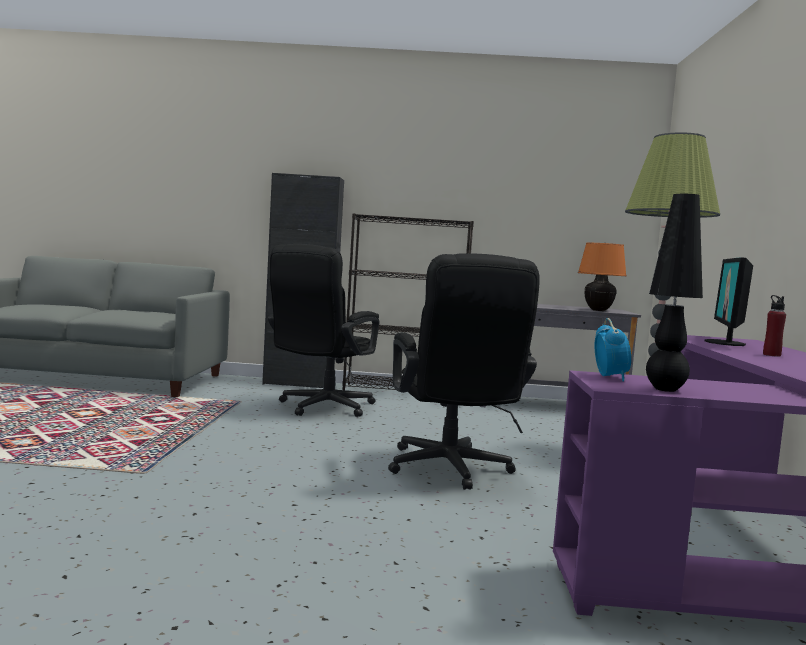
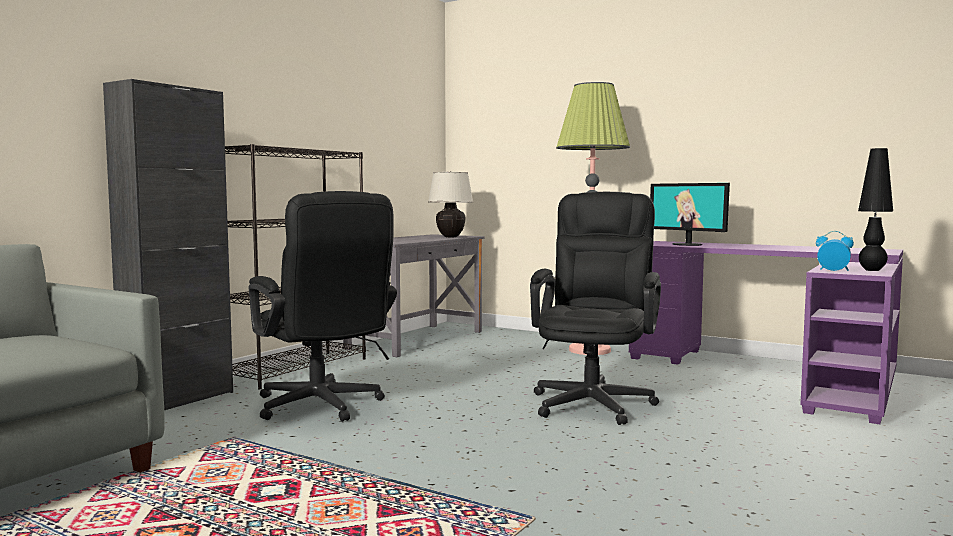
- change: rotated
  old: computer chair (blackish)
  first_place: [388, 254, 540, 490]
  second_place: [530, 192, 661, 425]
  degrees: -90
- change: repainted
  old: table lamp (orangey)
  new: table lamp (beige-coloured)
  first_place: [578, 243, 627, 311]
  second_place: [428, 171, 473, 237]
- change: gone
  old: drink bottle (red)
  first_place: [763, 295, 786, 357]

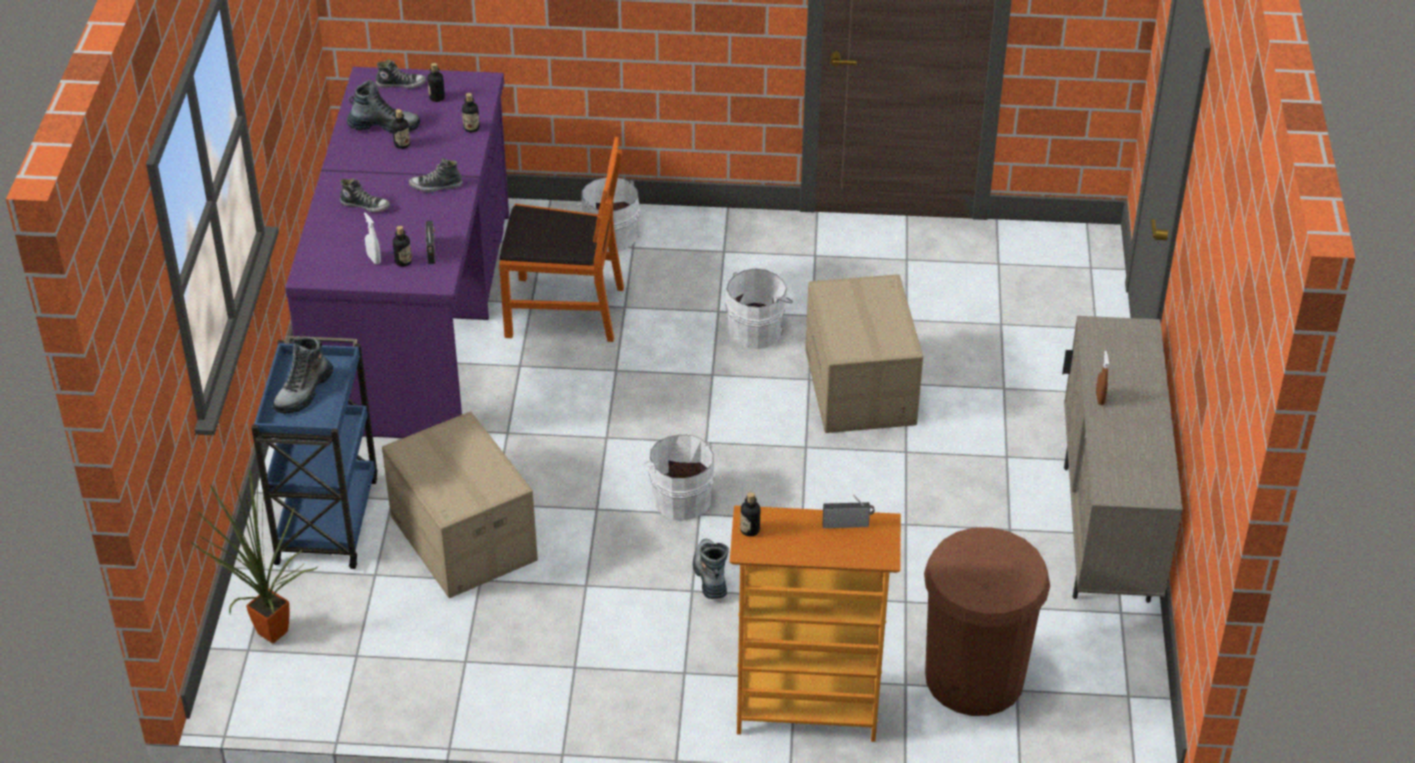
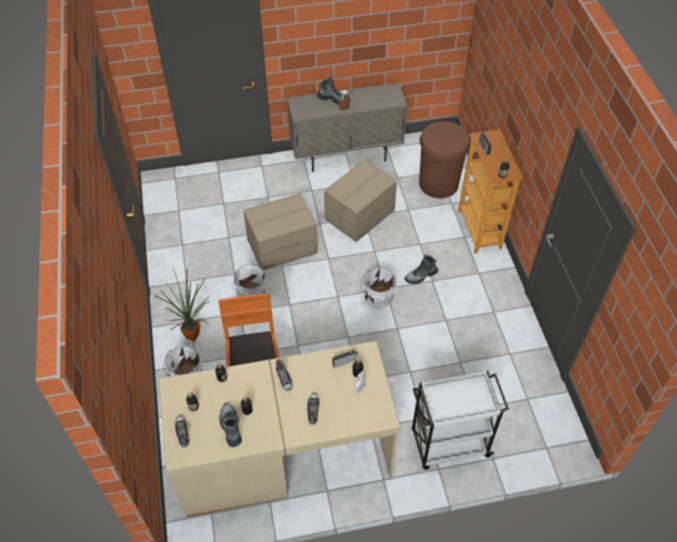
- change: shifted
  old: potted plant
  first_place: [190, 468, 317, 644]
  second_place: [154, 265, 210, 341]
- change: repainted
  old: wheeled cart (bluish)
  new: wheeled cart (white)
  first_place: [251, 336, 377, 569]
  second_place: [412, 371, 509, 470]
- change: shifted
  old: tall boot
  first_place: [273, 337, 333, 413]
  second_place: [317, 77, 350, 105]
- change: repainted
  old: desk (purplish)
  new: desk (beige-coloured)
  first_place: [285, 67, 509, 438]
  second_place: [159, 341, 400, 517]
- change: shifted
  old: carton
  first_place: [382, 411, 538, 598]
  second_place: [324, 160, 397, 242]

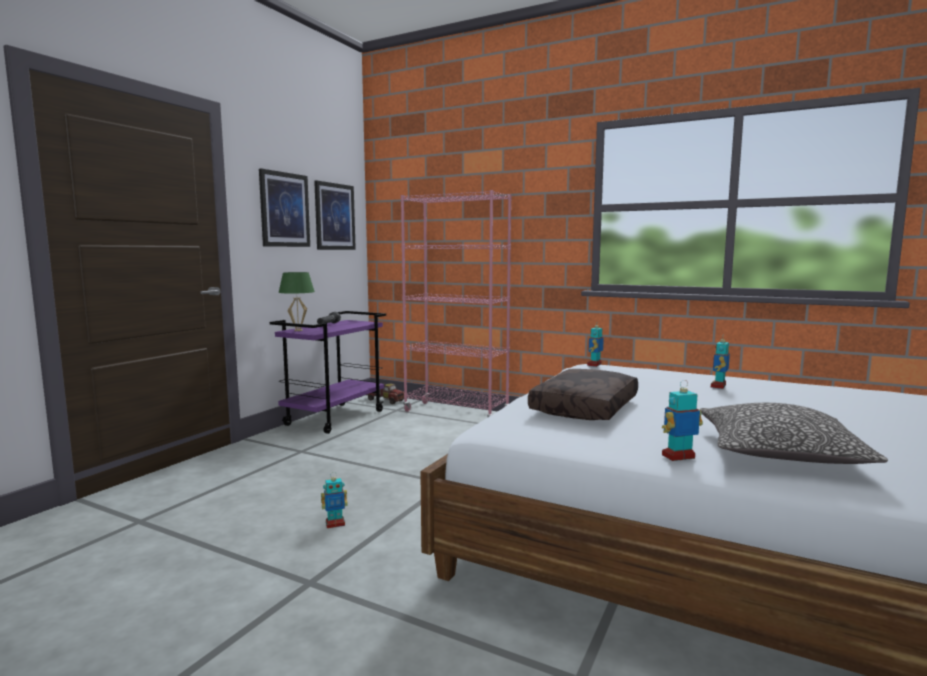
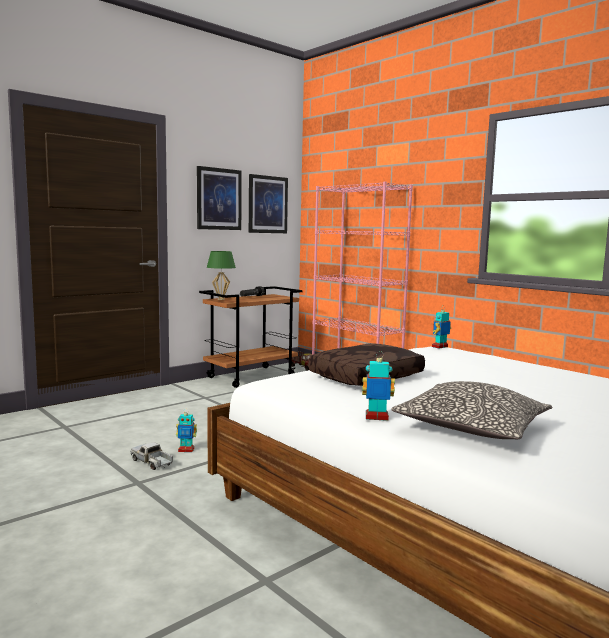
- change: repainted
  old: wheeled cart (purplish)
  new: wheeled cart (brownish)
  first_place: [270, 311, 386, 434]
  second_place: [199, 286, 303, 388]
- change: gone
  old: model robot
  first_place: [711, 334, 730, 389]
- change: new
  new: toy truck
  second_place: [130, 442, 173, 470]

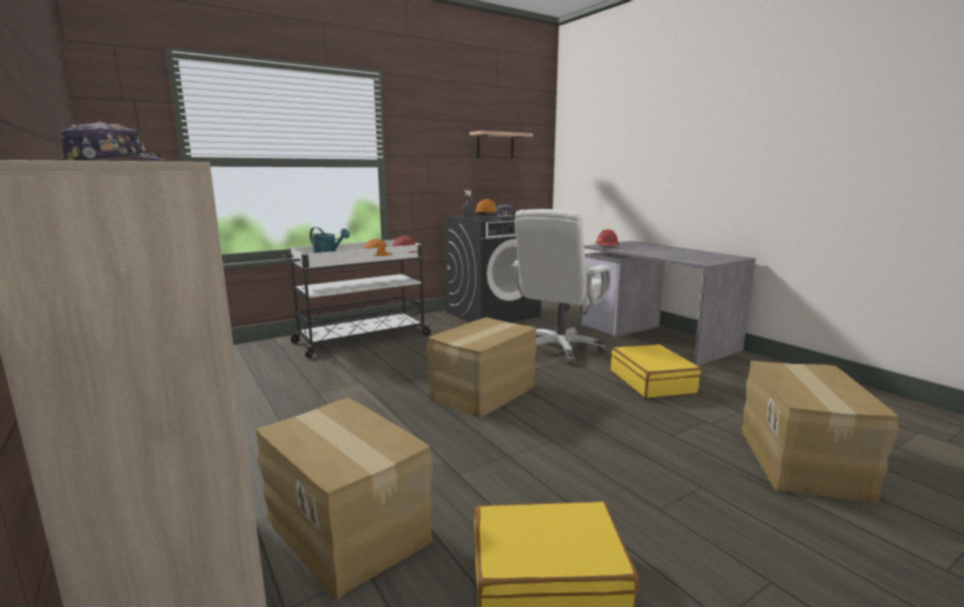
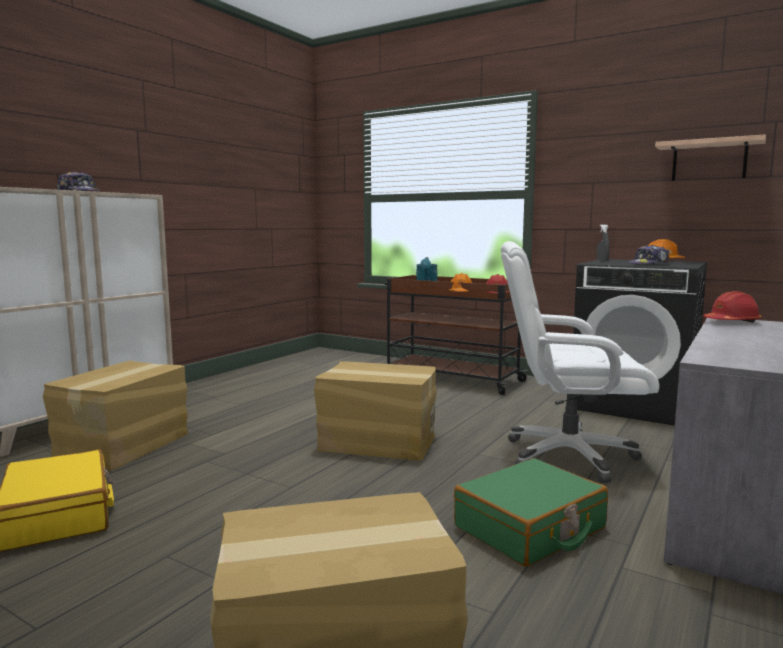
- change: repainted
  old: wheeled cart (white)
  new: wheeled cart (brownish)
  first_place: [282, 240, 432, 358]
  second_place: [385, 275, 529, 395]
- change: repainted
  old: suitcase (yellow)
  new: suitcase (greenish)
  first_place: [611, 344, 702, 398]
  second_place: [454, 458, 608, 567]

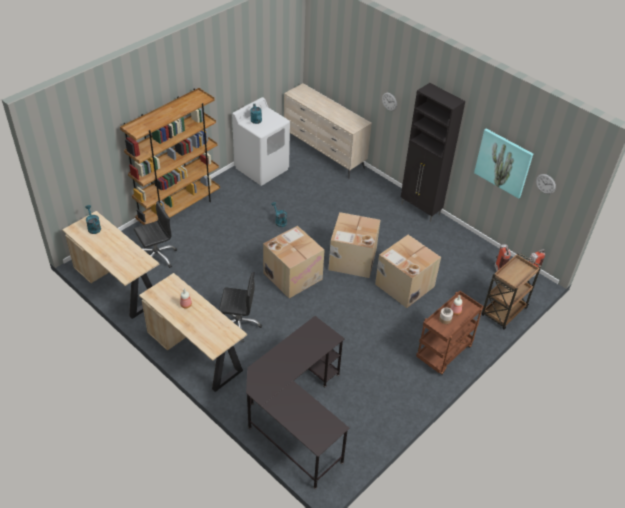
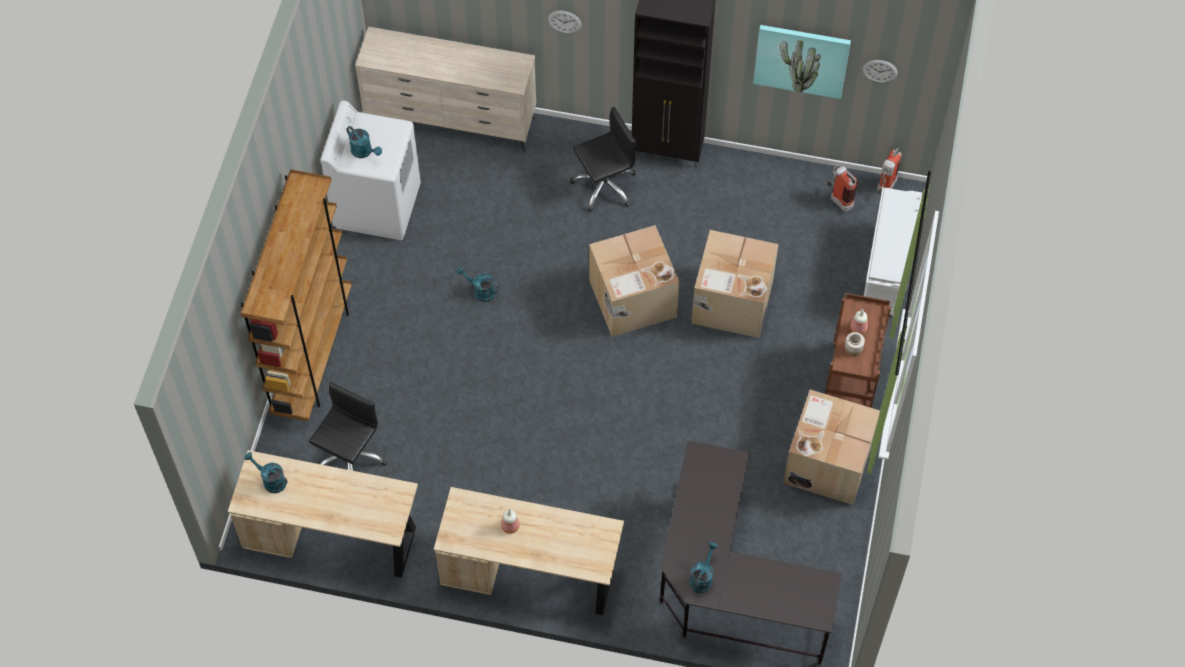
- change: shifted
  old: computer chair (blackish)
  first_place: [219, 272, 262, 343]
  second_place: [570, 107, 636, 212]
- change: shifted
  old: carton
  first_place: [263, 226, 325, 298]
  second_place: [783, 390, 880, 505]
- change: swapped
  old: wheeled cart (brownish)
  new: shoe rack (white)
  first_place: [482, 253, 541, 330]
  second_place: [864, 187, 922, 316]
- change: new
  new: watering pot (turquoise)
  second_place: [689, 542, 718, 593]

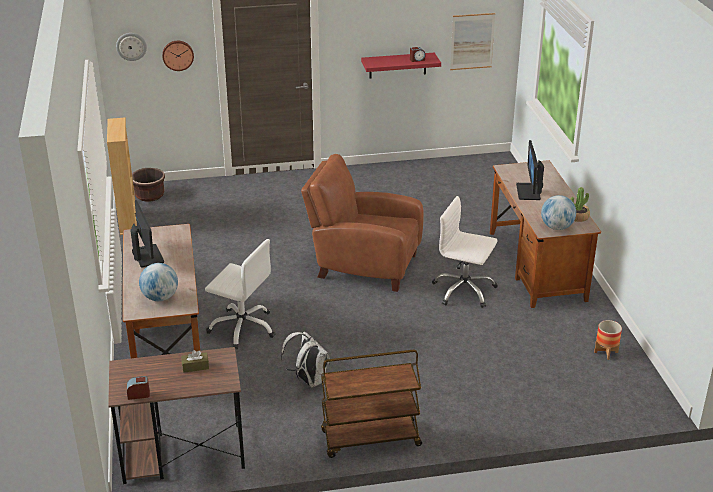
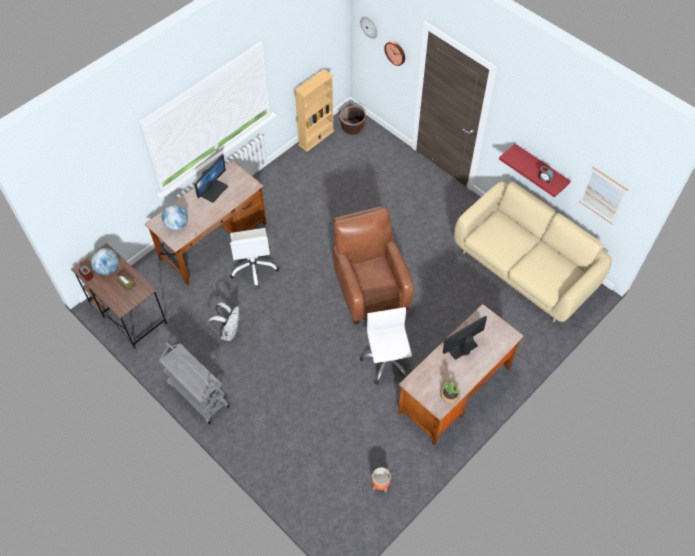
- change: repainted
  old: wheeled cart (brownish)
  new: wheeled cart (grey)
  first_place: [321, 350, 422, 458]
  second_place: [159, 342, 229, 424]
- change: shifted
  old: world globe
  first_place: [541, 195, 576, 230]
  second_place: [91, 248, 119, 275]
- change: new
  new: sofa (beige-coloured)
  second_place: [454, 181, 612, 322]

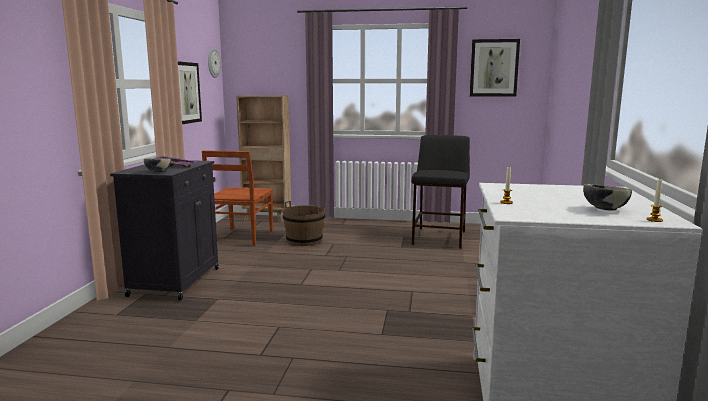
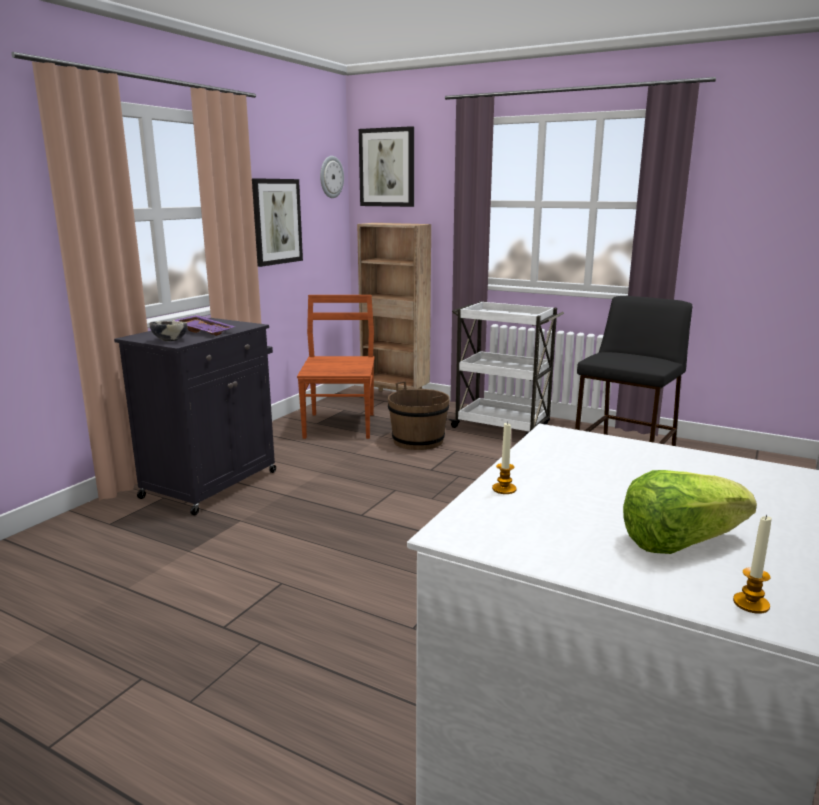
- change: rotated
  old: plain chair (brownish)
  first_place: [202, 150, 273, 246]
  second_place: [297, 295, 375, 439]
  degrees: 150
- change: shifted
  old: wall picture
  first_place: [470, 39, 520, 97]
  second_place: [359, 126, 414, 207]
- change: swapped
  old: deep dish
  new: lettuce
  first_place: [583, 184, 632, 210]
  second_place: [623, 470, 757, 554]
- change: new
  new: wheeled cart (white)
  second_place: [448, 301, 564, 436]

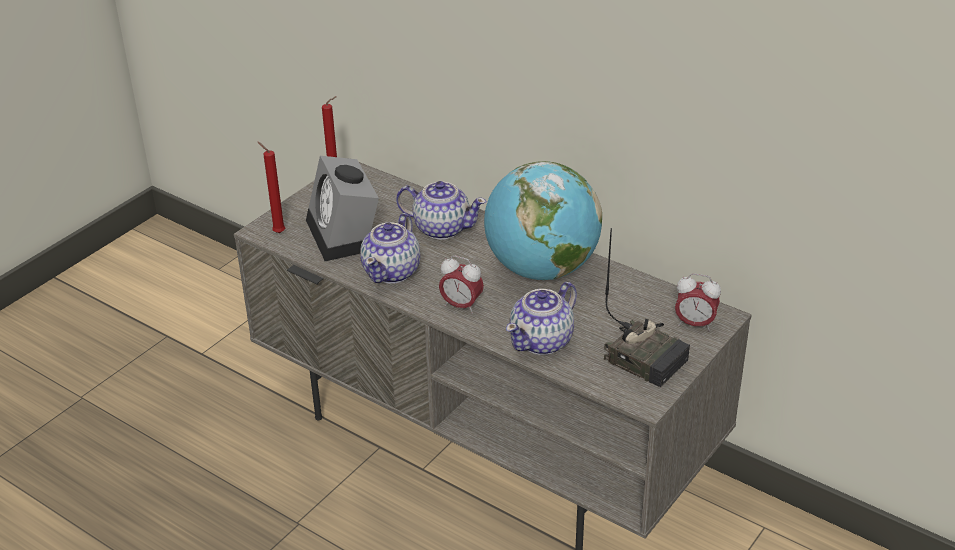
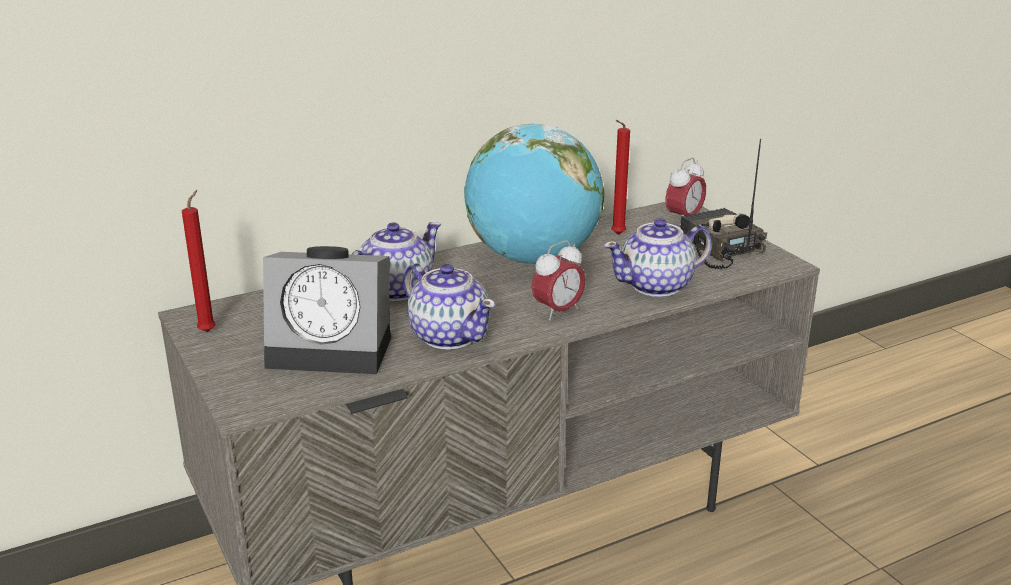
- change: shifted
  old: wax light (red)
  first_place: [258, 142, 285, 233]
  second_place: [611, 120, 630, 235]
- change: rotated
  old: tea pot
  first_place: [506, 282, 577, 355]
  second_place: [604, 218, 712, 297]
  degrees: 90
- change: rotated
  old: radio receiver
  first_place: [604, 228, 690, 387]
  second_place: [680, 139, 767, 269]
  degrees: -90

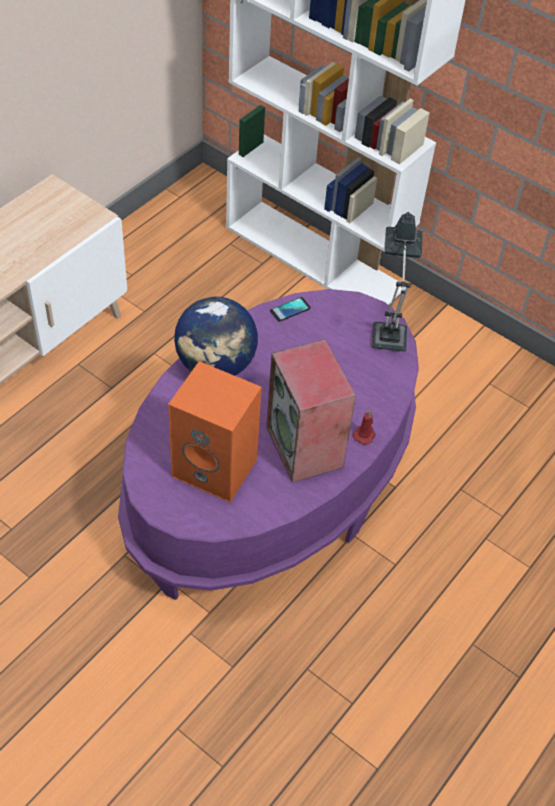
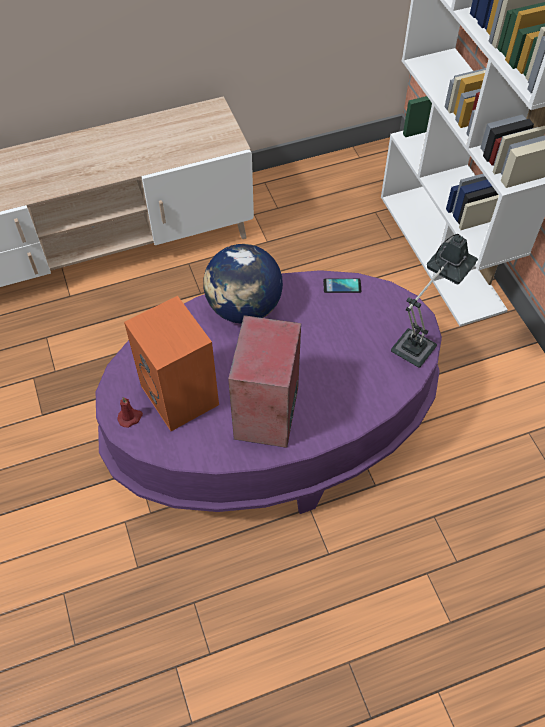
- change: shifted
  old: wax light (red)
  first_place: [353, 410, 376, 445]
  second_place: [117, 397, 143, 428]

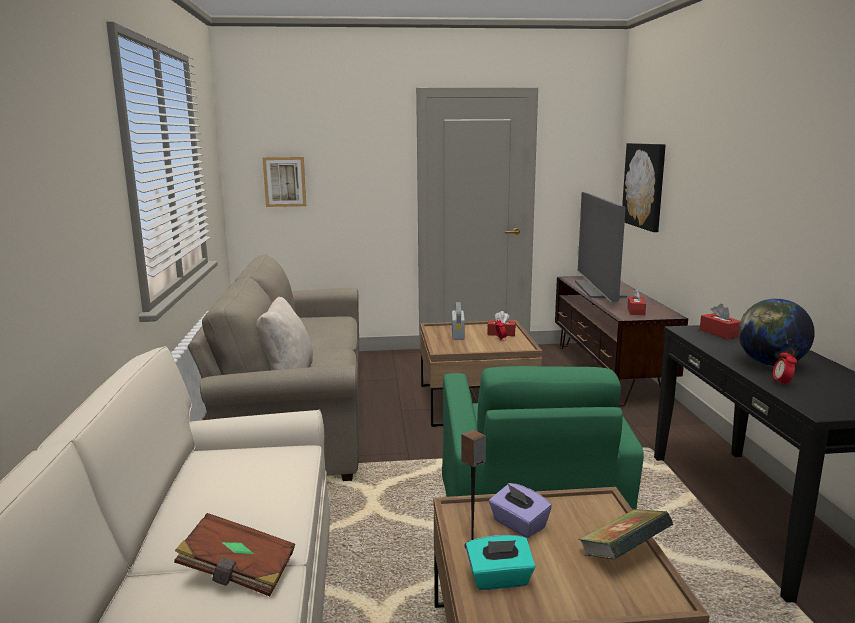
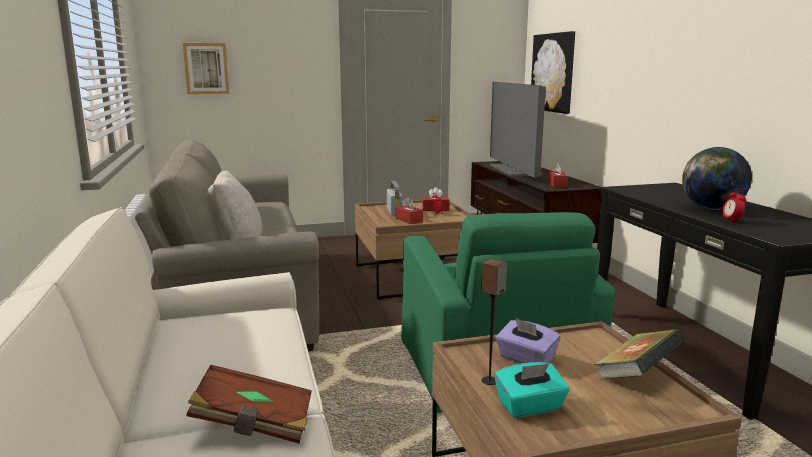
- change: shifted
  old: tissue box (red)
  first_place: [700, 304, 740, 339]
  second_place: [395, 197, 423, 224]

